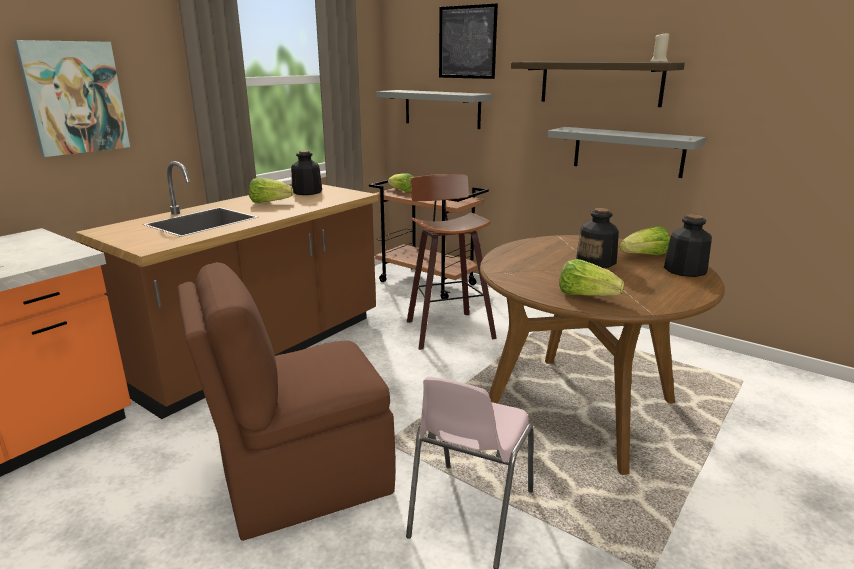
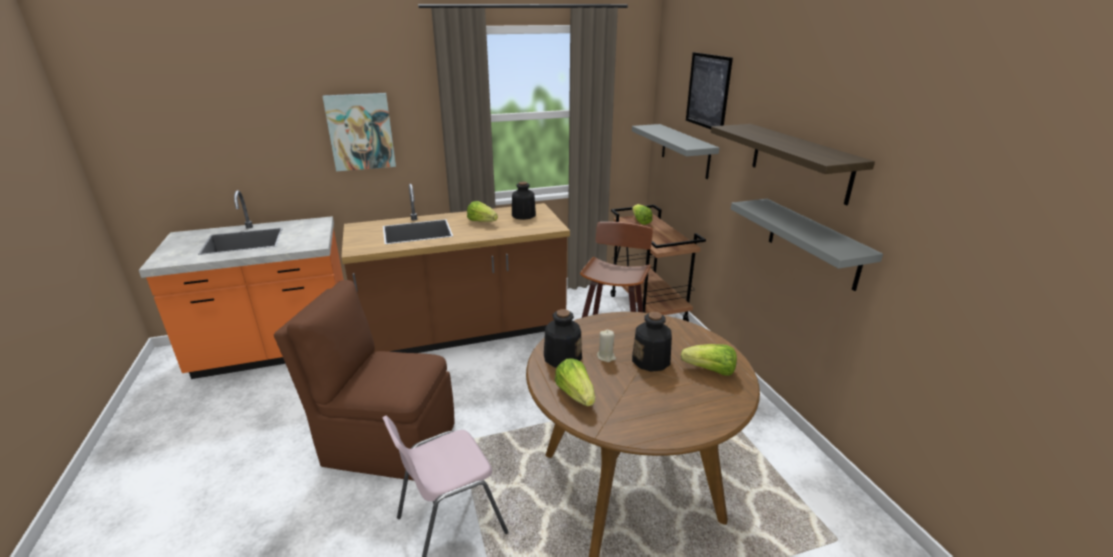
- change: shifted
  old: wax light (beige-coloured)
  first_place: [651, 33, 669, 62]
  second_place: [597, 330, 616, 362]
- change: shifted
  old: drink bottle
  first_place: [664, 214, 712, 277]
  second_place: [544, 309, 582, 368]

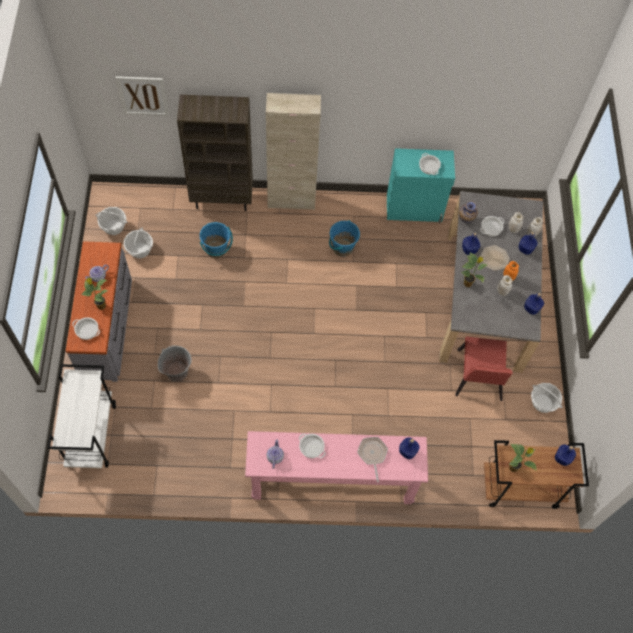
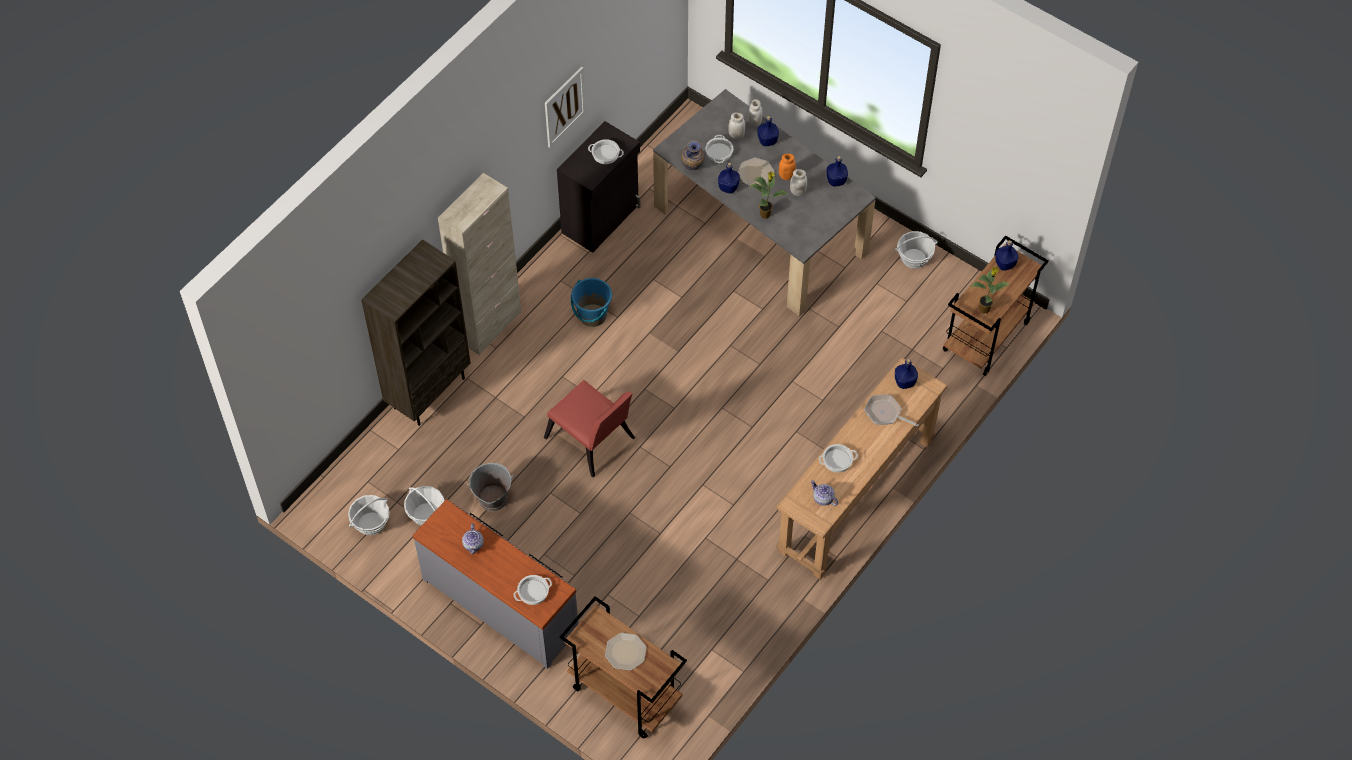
- change: repainted
  old: wheeled cart (white)
  new: wheeled cart (brownish)
  first_place: [47, 364, 116, 468]
  second_place: [559, 596, 687, 739]
- change: gone
  old: potted plant
  first_place: [81, 277, 108, 310]
- change: shifted
  old: wall picture
  first_place: [116, 76, 169, 116]
  second_place: [545, 67, 586, 148]
- change: shifted
  old: pail (grey)
  first_place: [158, 345, 192, 382]
  second_place: [467, 463, 513, 512]
- change: gone
  old: pail (bluish)
  first_place: [200, 222, 233, 258]
- change: repainted
  old: console table (pinkish)
  new: console table (brownish)
  first_place: [245, 431, 428, 504]
  second_place: [776, 357, 947, 580]
- change: repainted
  old: cabinet (turquoise)
  new: cabinet (blackish)
  first_place: [387, 148, 455, 224]
  second_place: [557, 121, 640, 253]
- change: shifted
  old: plain chair (red)
  first_place: [455, 336, 512, 401]
  second_place: [544, 380, 635, 477]
- change: new
  new: dinner plate
  second_place: [605, 633, 647, 671]

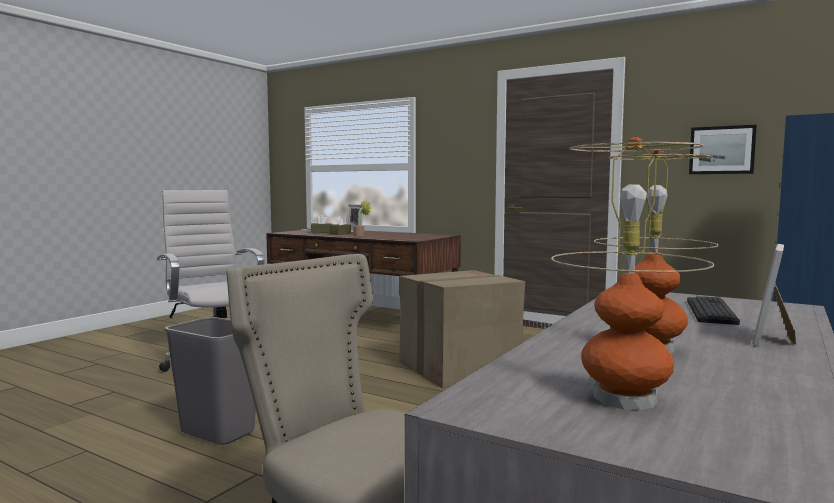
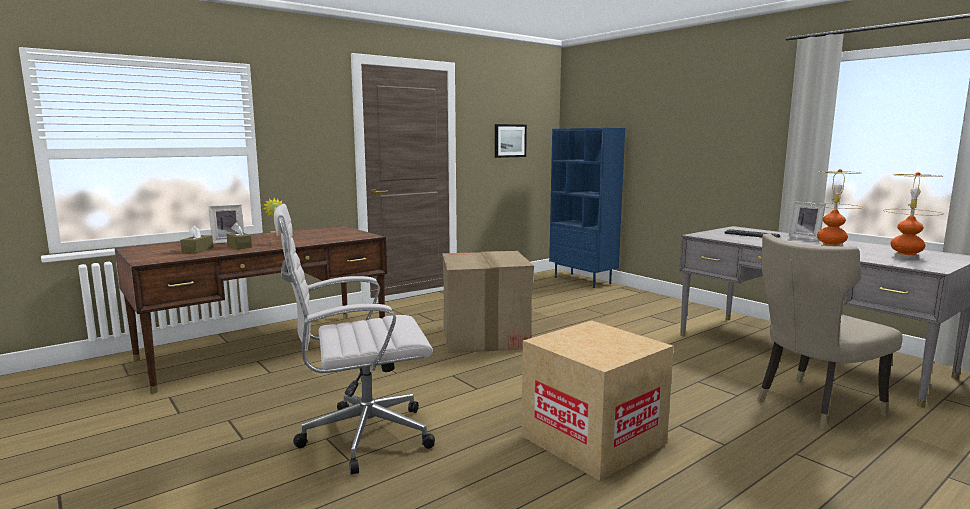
- change: swapped
  old: trash can (grey)
  new: carton
  first_place: [165, 317, 256, 445]
  second_place: [521, 320, 674, 481]

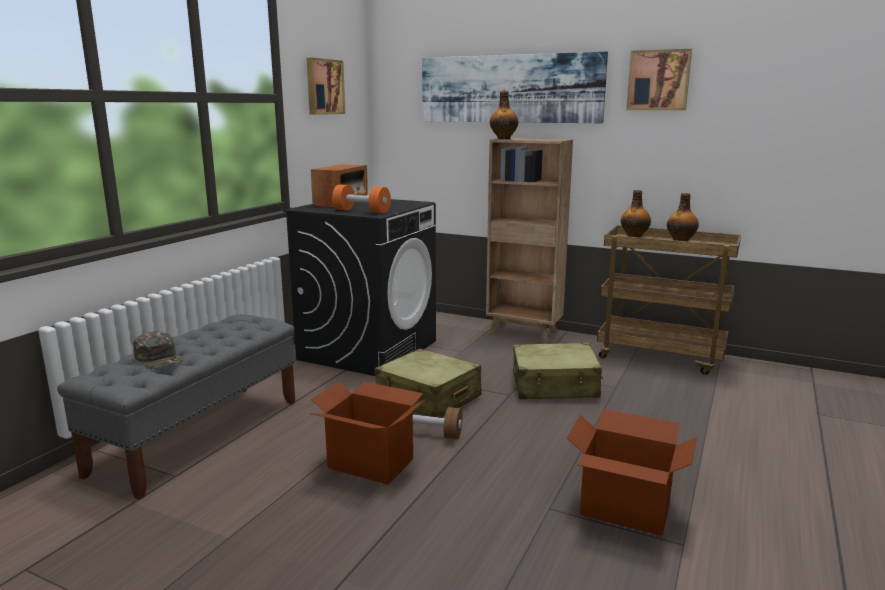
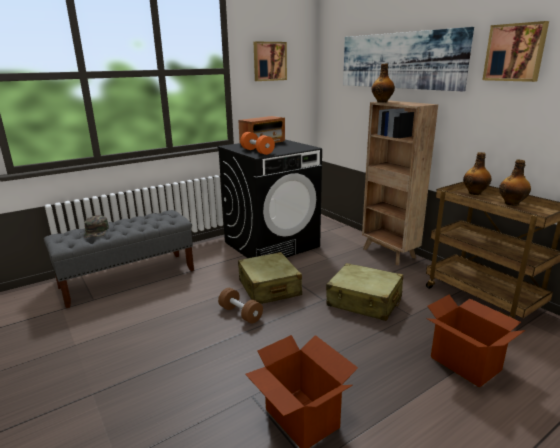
- change: shifted
  old: carton
  first_place: [310, 381, 426, 485]
  second_place: [426, 295, 525, 388]

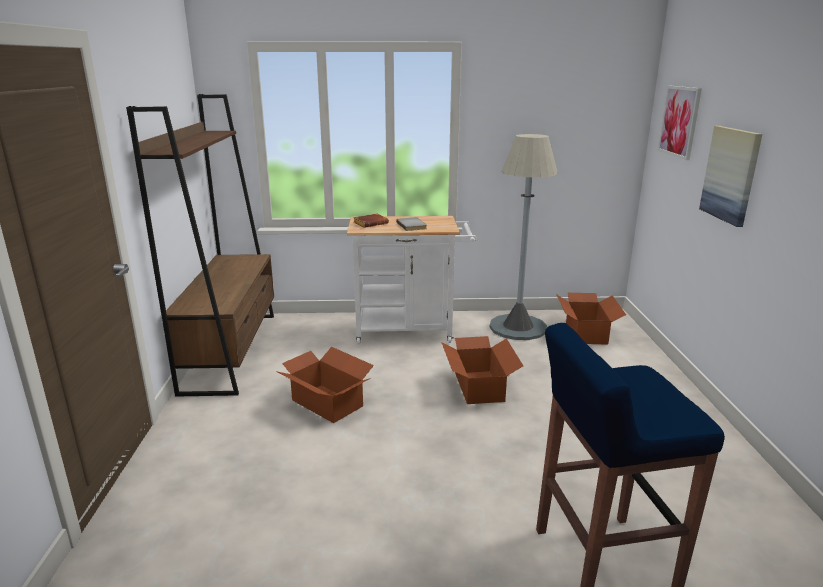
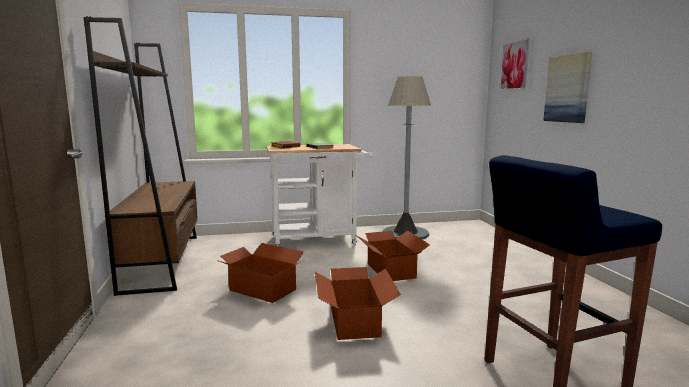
- change: shifted
  old: carton
  first_place: [556, 293, 626, 345]
  second_place: [315, 267, 401, 340]

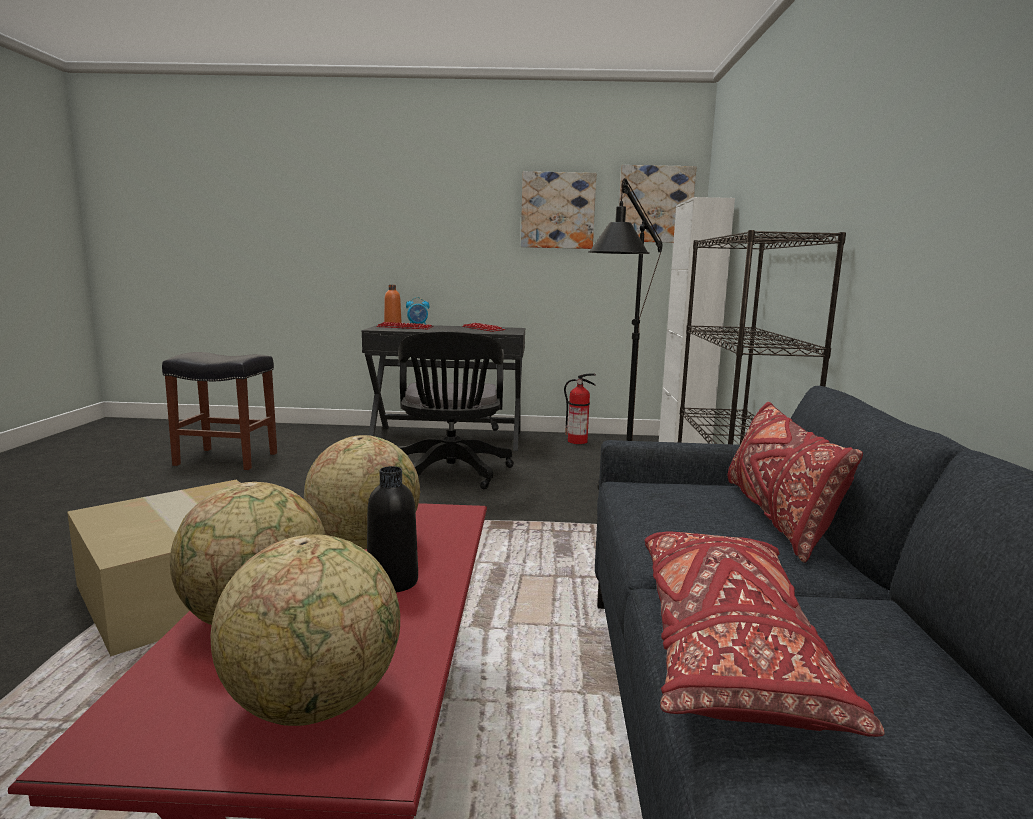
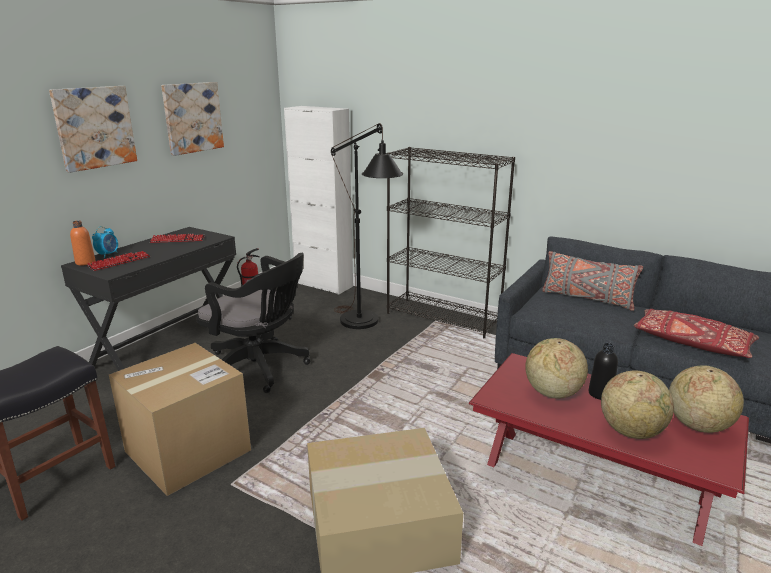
- change: shifted
  old: wall picture
  first_place: [619, 165, 696, 243]
  second_place: [49, 86, 137, 173]
- change: repainted
  old: throw pillow (red)
  new: throw pillow (grey)
  first_place: [728, 402, 863, 563]
  second_place: [542, 251, 643, 311]
- change: new
  new: carton
  second_place: [109, 343, 251, 496]

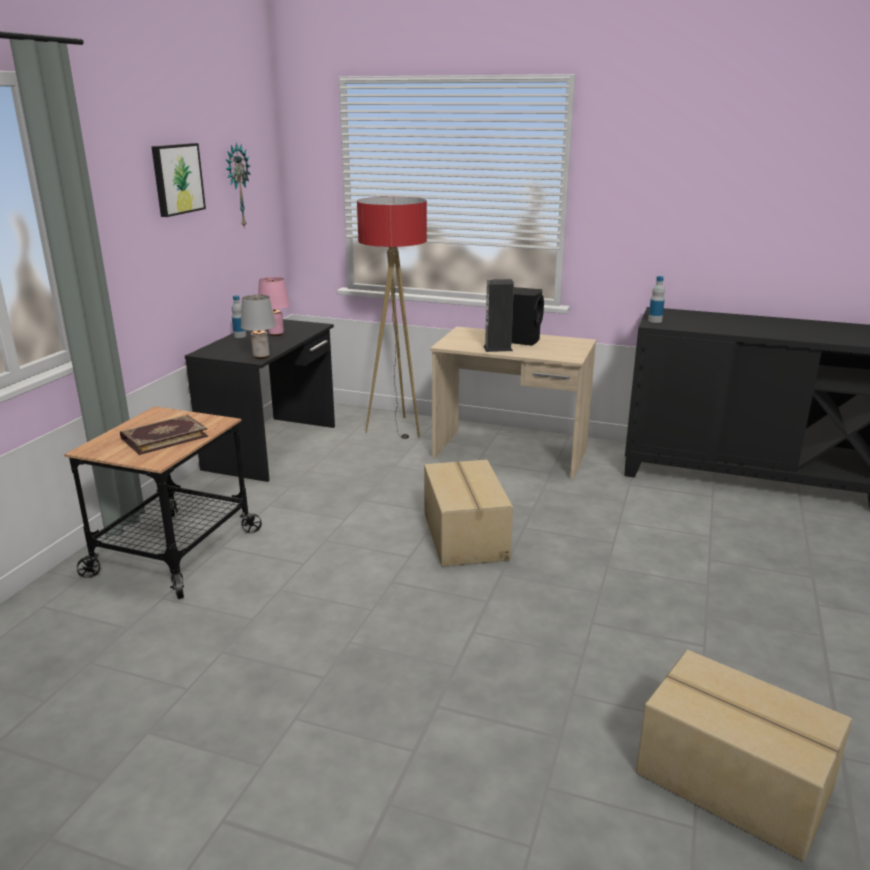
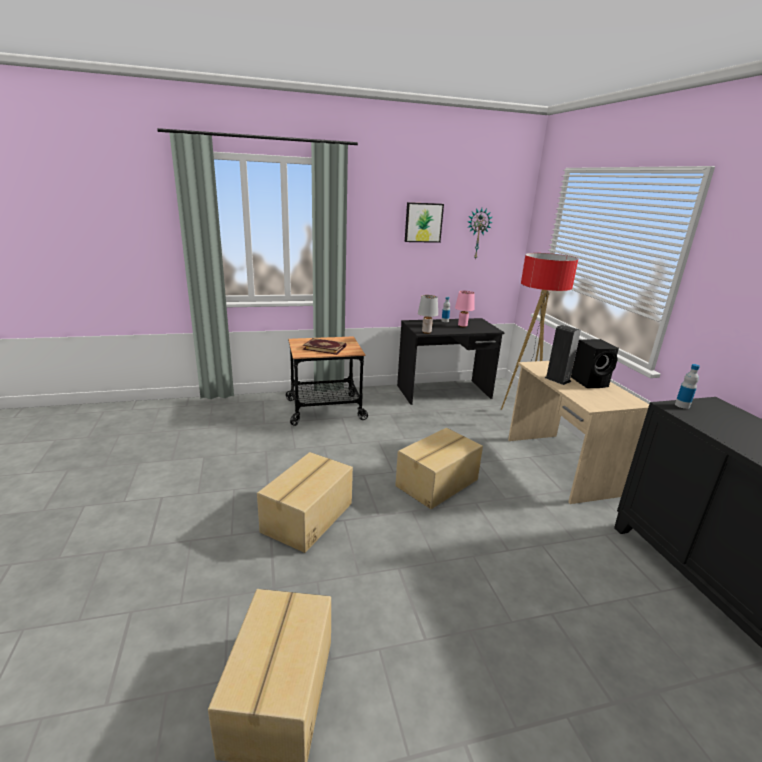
- change: new
  new: carton
  second_place: [257, 452, 353, 553]

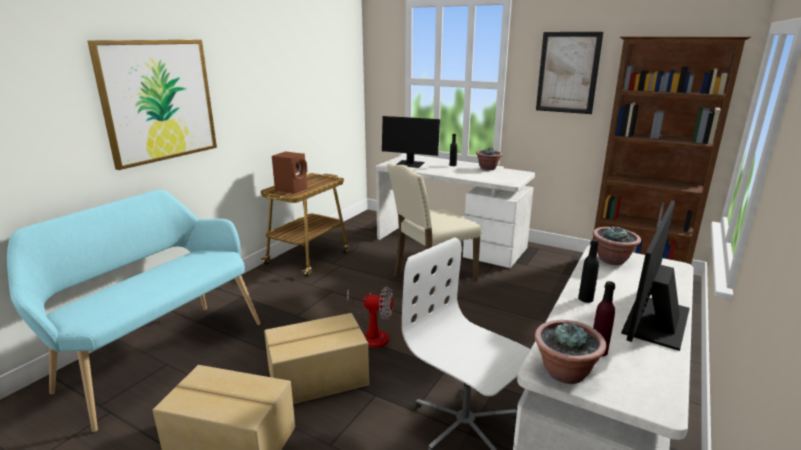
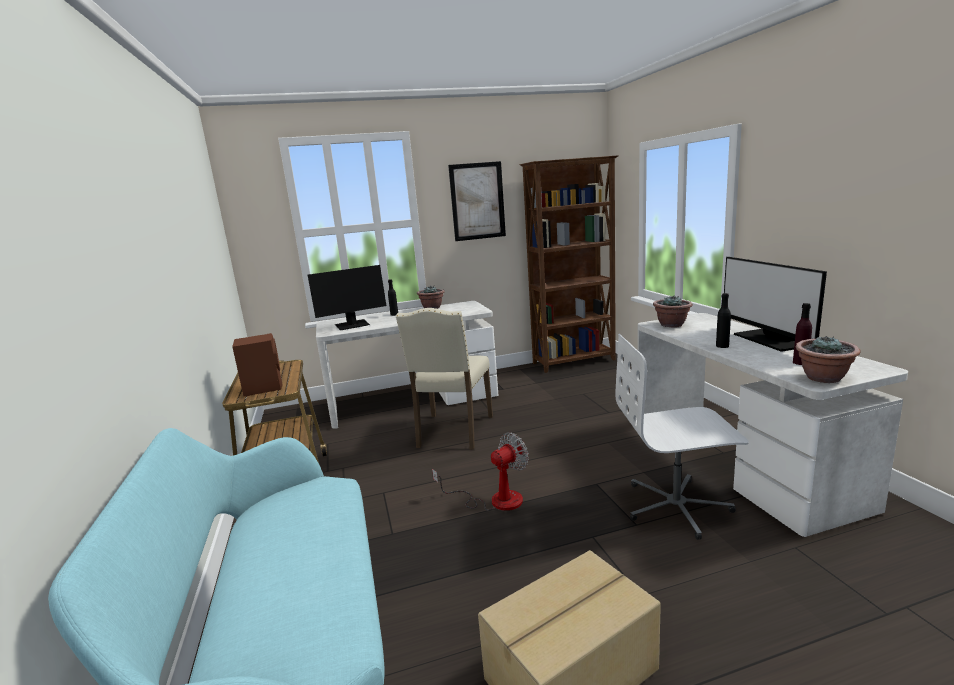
- change: gone
  old: wall picture
  first_place: [87, 40, 217, 170]
- change: gone
  old: carton
  first_place: [264, 313, 369, 404]

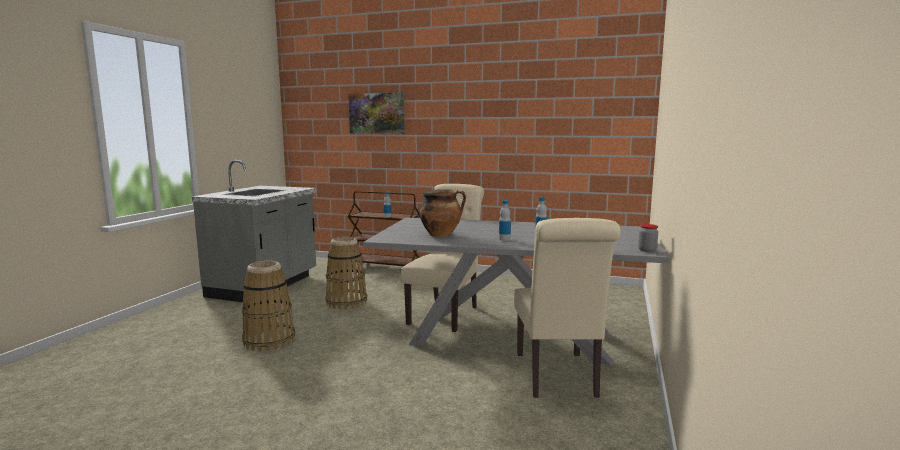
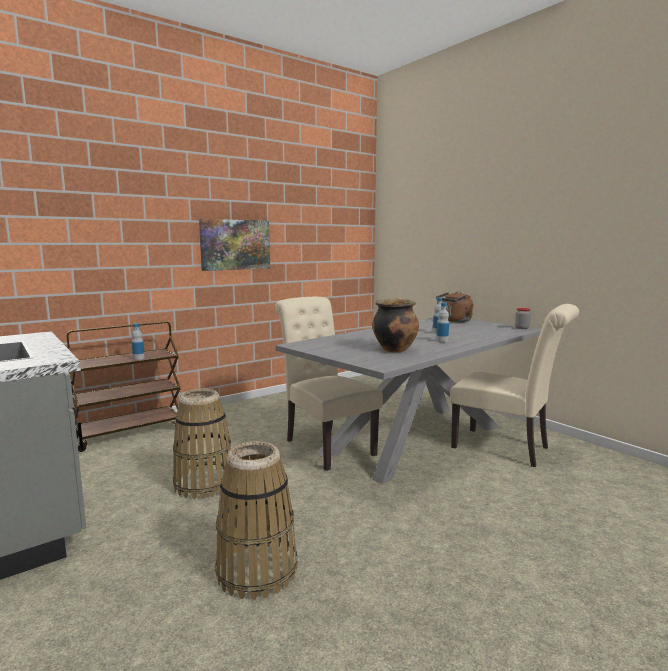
- change: shifted
  old: wall picture
  first_place: [348, 93, 405, 134]
  second_place: [199, 219, 270, 271]
- change: new
  new: water kettle (brownish)
  second_place: [436, 291, 474, 322]

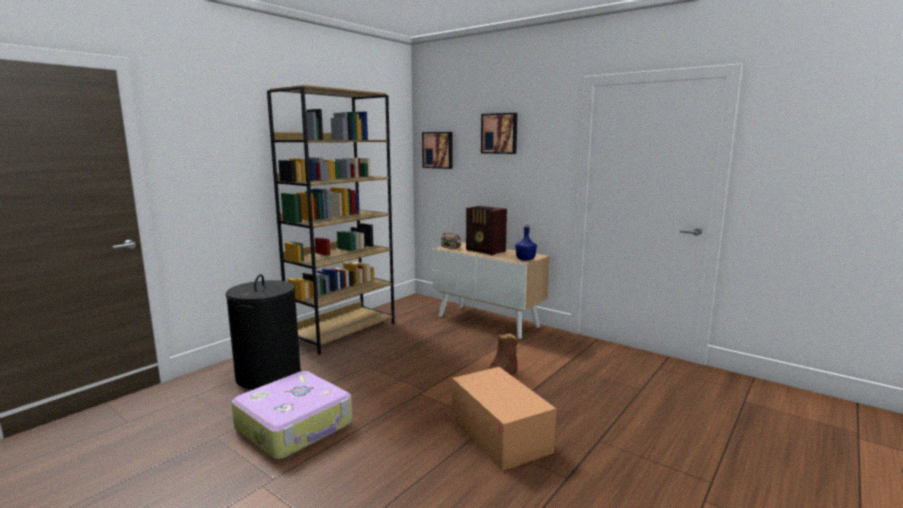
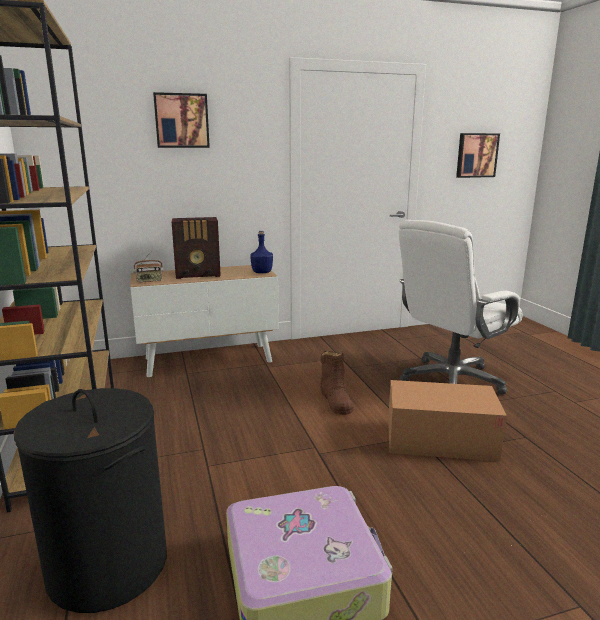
- change: shifted
  old: wall picture
  first_place: [422, 132, 453, 169]
  second_place: [456, 133, 500, 178]
- change: new
  new: computer chair (white)
  second_place: [399, 220, 522, 394]

